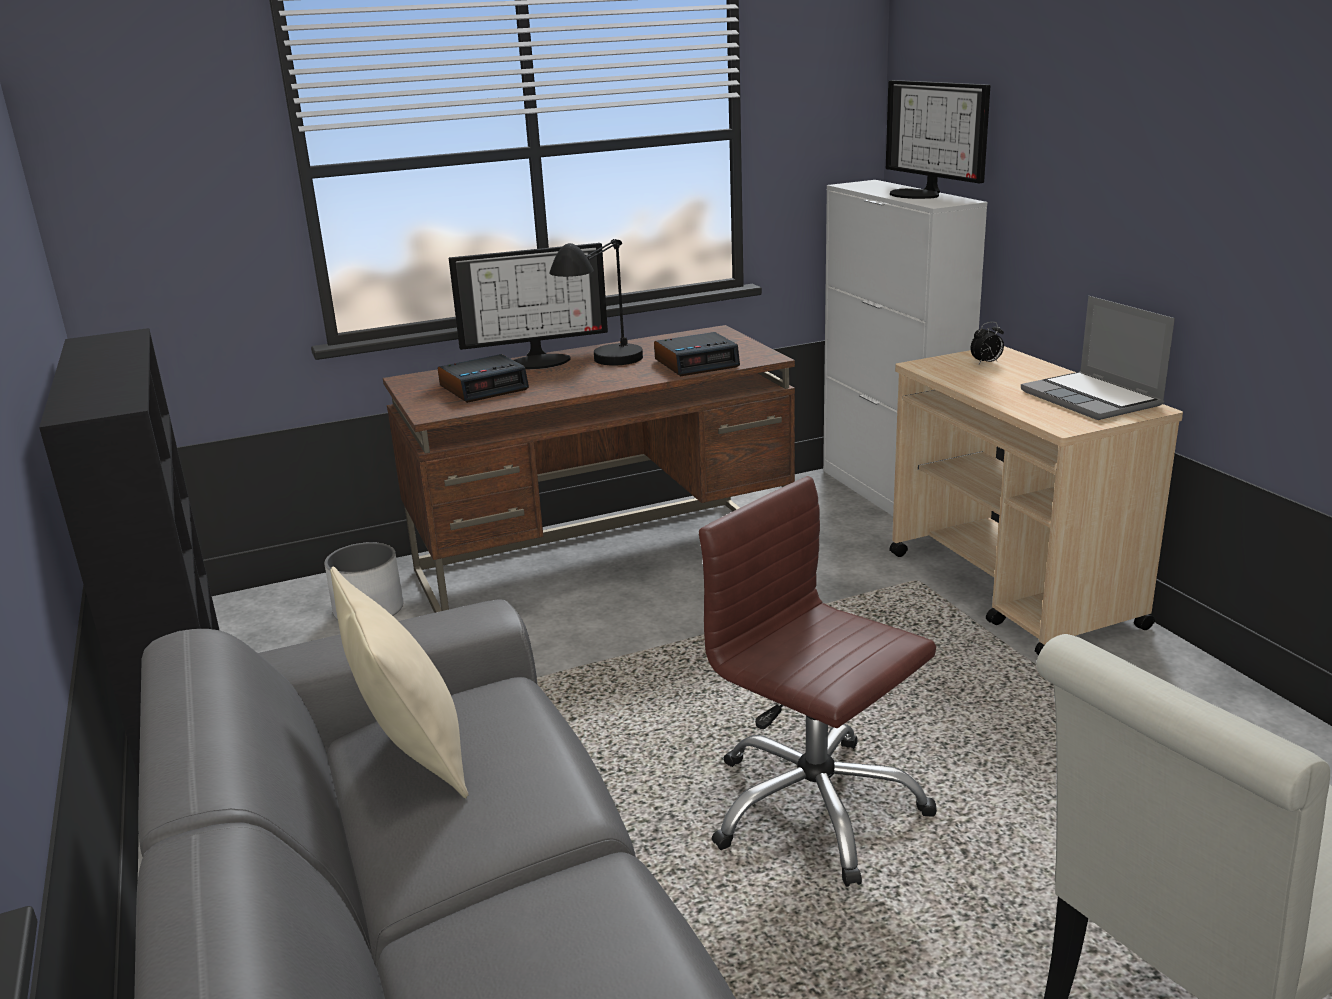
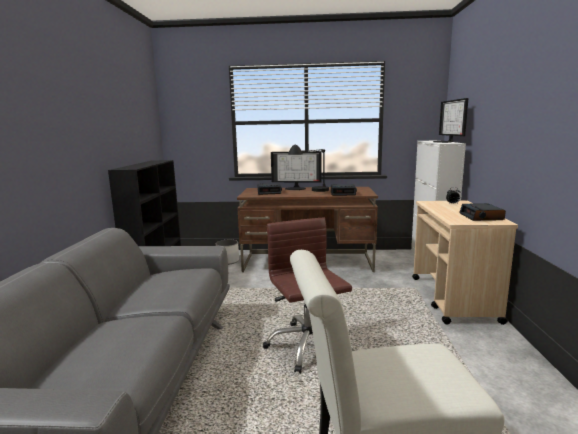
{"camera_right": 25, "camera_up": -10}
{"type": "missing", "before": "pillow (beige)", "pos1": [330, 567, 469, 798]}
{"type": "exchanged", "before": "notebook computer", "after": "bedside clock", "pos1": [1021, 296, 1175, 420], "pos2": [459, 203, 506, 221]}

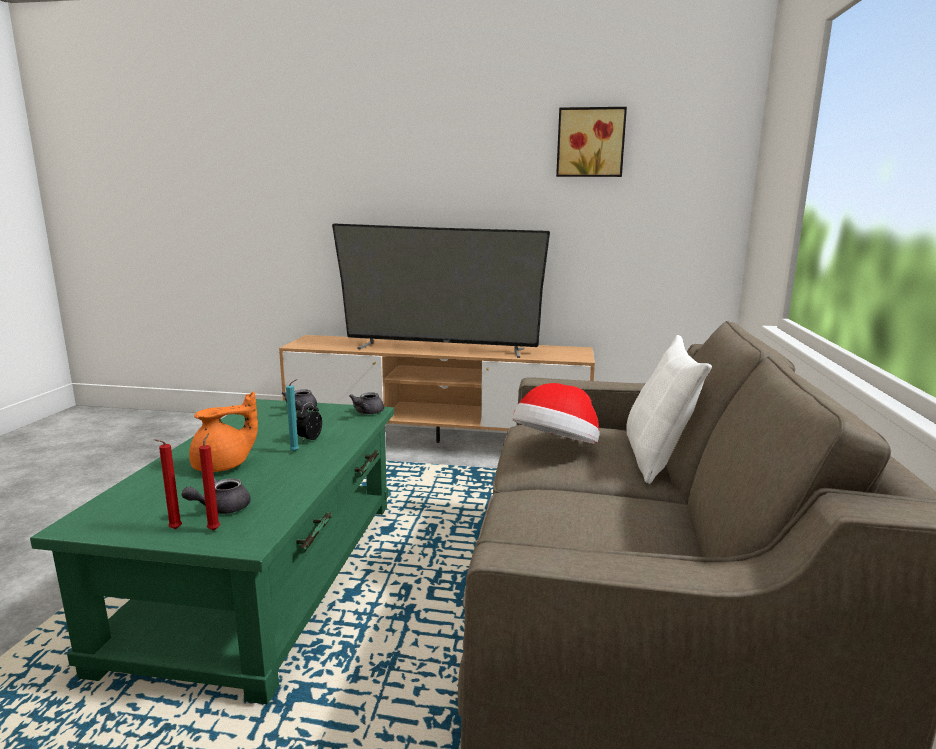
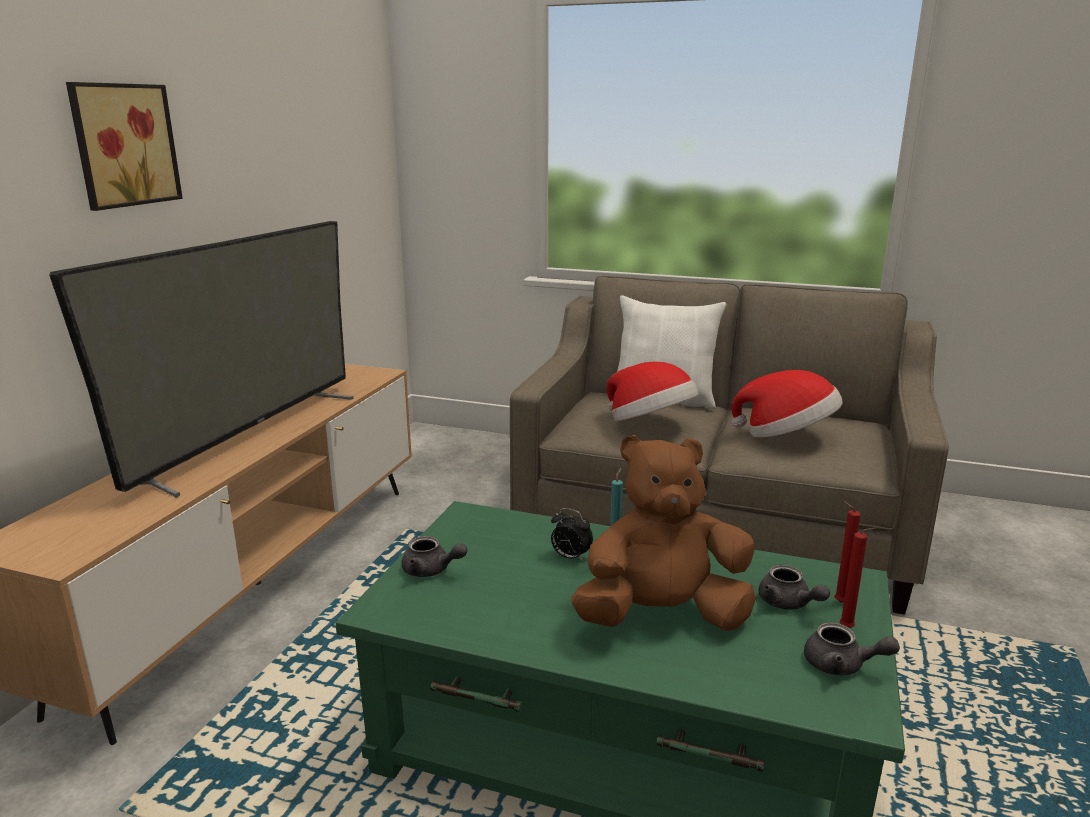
{"camera_right": -80, "camera_up": 5}
{"type": "appeared", "after": "wearable hat", "pos2": [731, 370, 843, 437]}
{"type": "relocated", "before": "tea pot (gray)", "pos1": [349, 392, 384, 414], "pos2": [804, 622, 900, 675]}
{"type": "relocated", "before": "wall art", "pos1": [556, 107, 627, 177], "pos2": [66, 82, 183, 211]}
{"type": "exchanged", "before": "tea pot (orangey)", "after": "plush toy (brown)", "pos1": [189, 392, 258, 472], "pos2": [571, 435, 756, 631]}

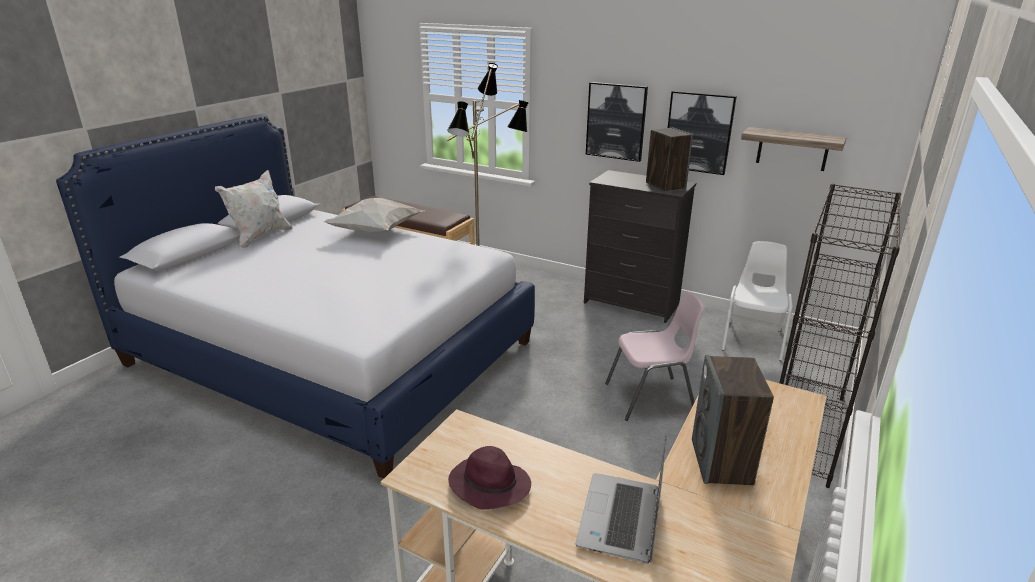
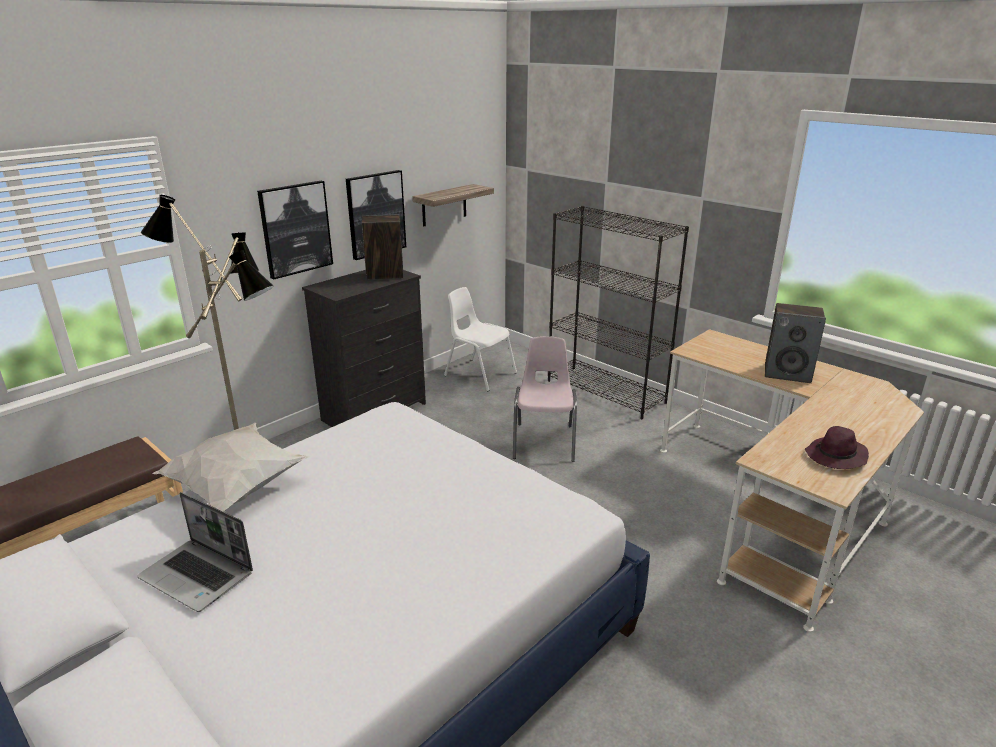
{"camera_right": -75, "camera_up": 0}
{"type": "missing", "before": "pillow (white)", "pos1": [215, 170, 293, 248]}
{"type": "relocated", "before": "notebook computer", "pos1": [576, 436, 667, 564], "pos2": [137, 492, 253, 612]}

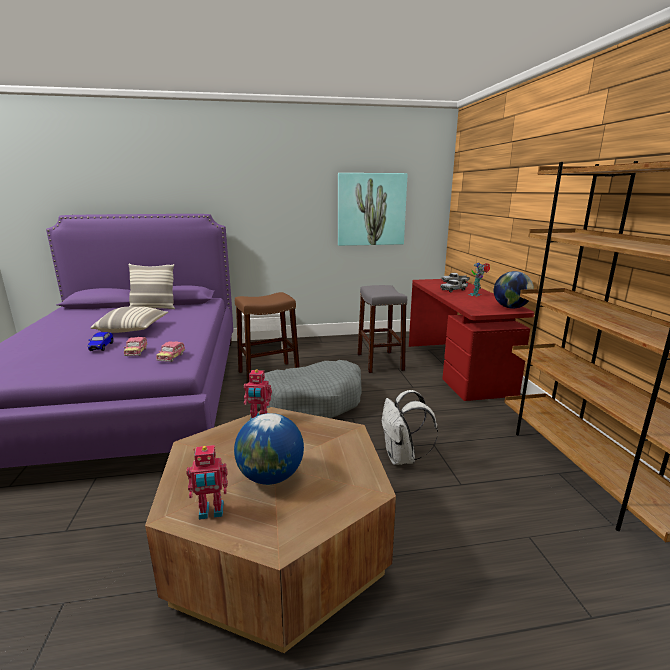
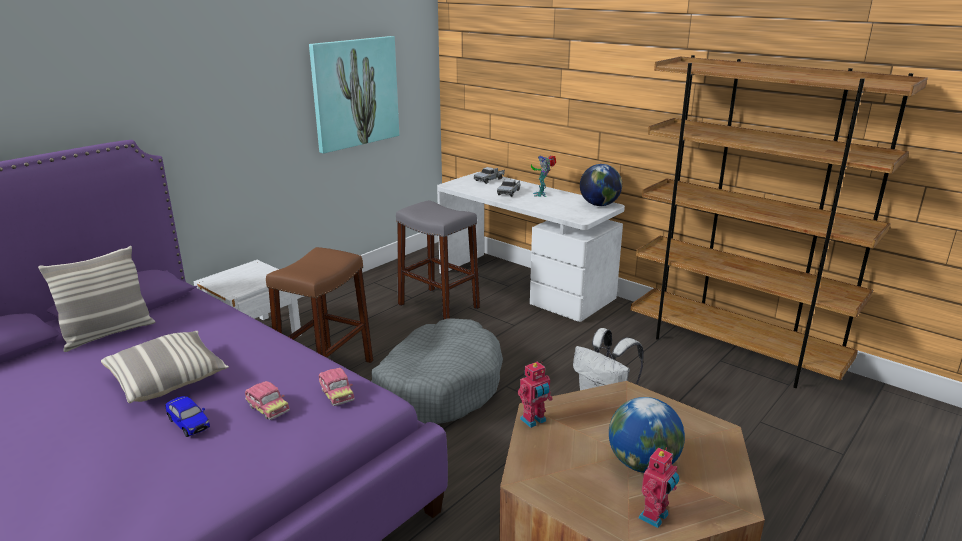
{"camera_right": -40, "camera_up": 5}
{"type": "colour", "before": "desk table (red-coloured)", "after": "desk table (white)", "pos1": [409, 279, 534, 401], "pos2": [437, 172, 625, 322]}

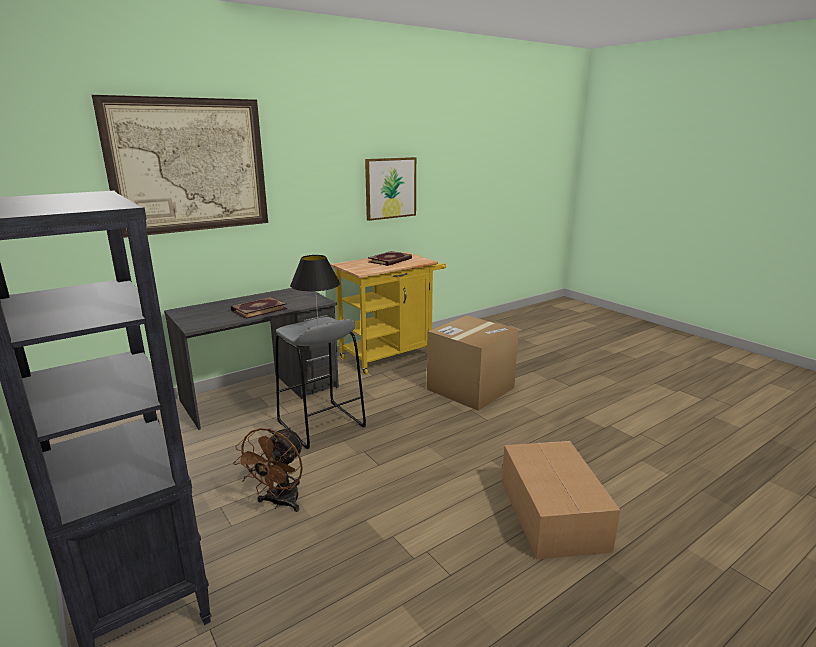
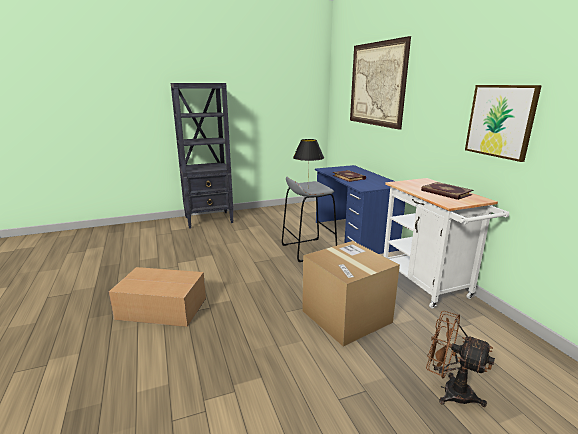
{"camera_right": 105, "camera_up": 0}
{"type": "relocated", "before": "fan (brown)", "pos1": [233, 427, 304, 512], "pos2": [426, 311, 495, 407]}
{"type": "colour", "before": "desk table (gray)", "after": "desk table (bluish)", "pos1": [164, 288, 339, 430], "pos2": [315, 165, 405, 254]}
{"type": "colour", "before": "trolley (yellow-coloured)", "after": "trolley (white)", "pos1": [331, 252, 446, 375], "pos2": [384, 178, 509, 308]}

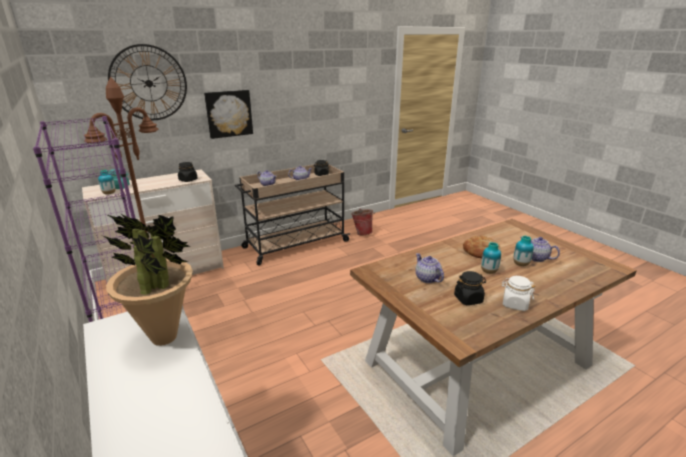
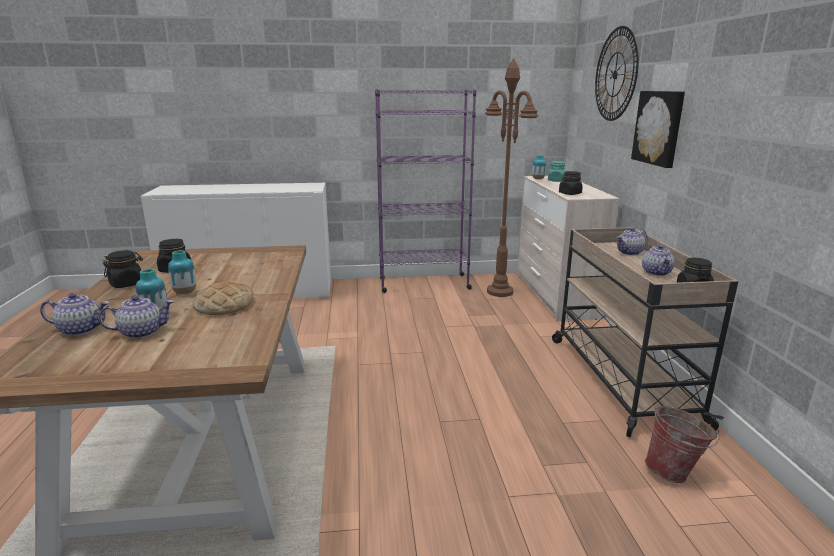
{"camera_right": 115, "camera_up": -5}
{"type": "missing", "before": "plant in a pot", "pos1": [103, 213, 193, 346]}
{"type": "relocated", "before": "tea pot", "pos1": [416, 253, 444, 283], "pos2": [40, 293, 110, 336]}
{"type": "colour", "before": "storage jar (white)", "after": "storage jar (black)", "pos1": [502, 276, 535, 311], "pos2": [103, 250, 143, 288]}

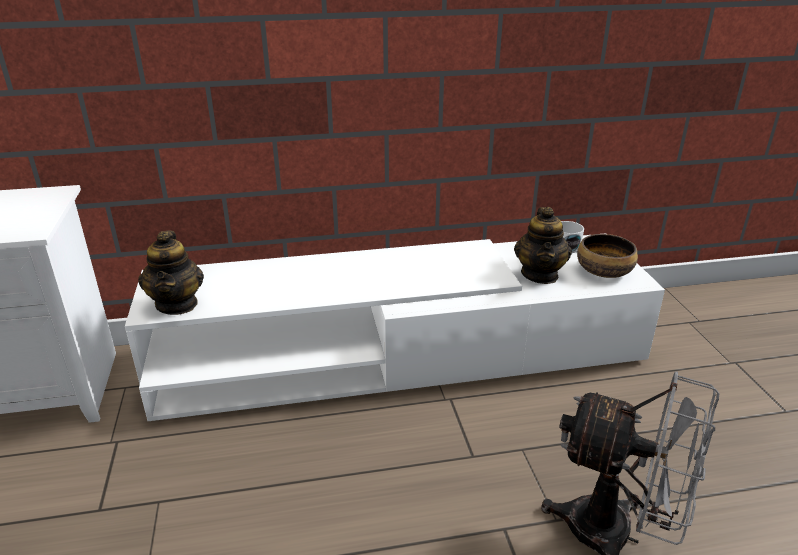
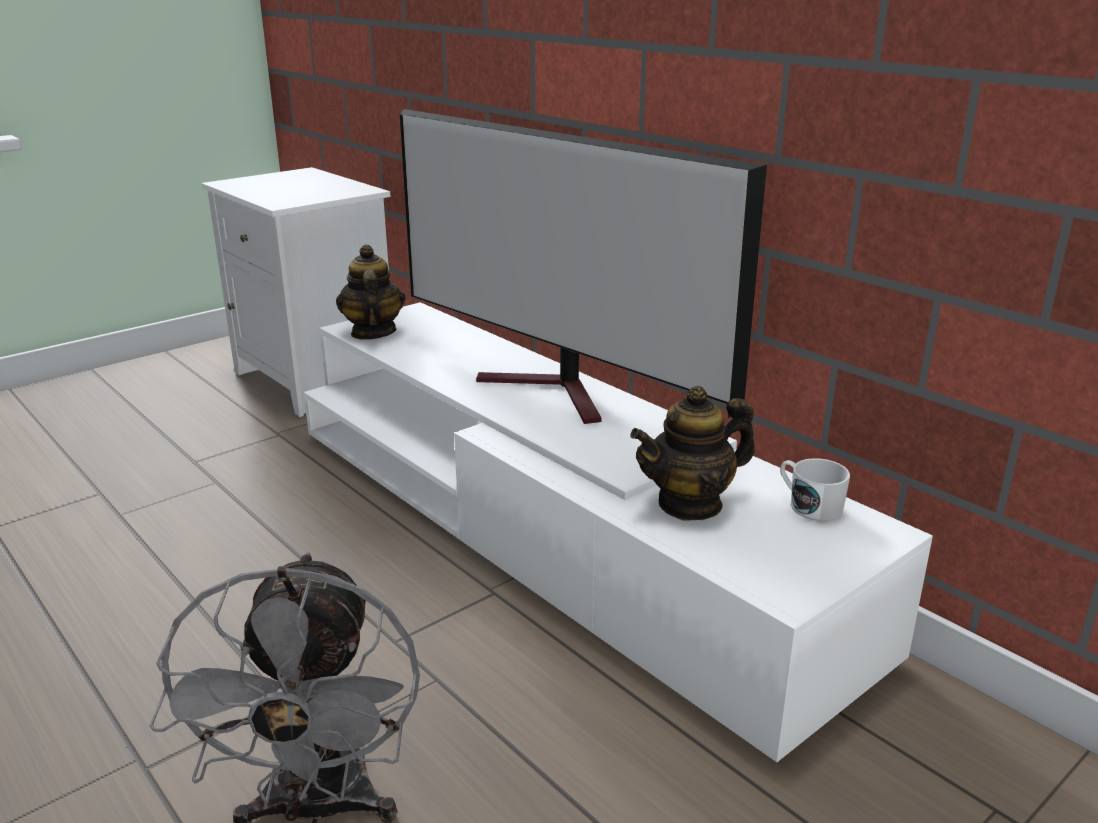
{"camera_right": 60, "camera_up": -5}
{"type": "missing", "before": "serving bowl", "pos1": [577, 234, 638, 278]}
{"type": "appeared", "after": "TV", "pos2": [400, 109, 767, 424]}
{"type": "spun", "before": "tea pot", "pos1": [138, 231, 204, 315], "pos2": [336, 244, 406, 340], "turn": 120}

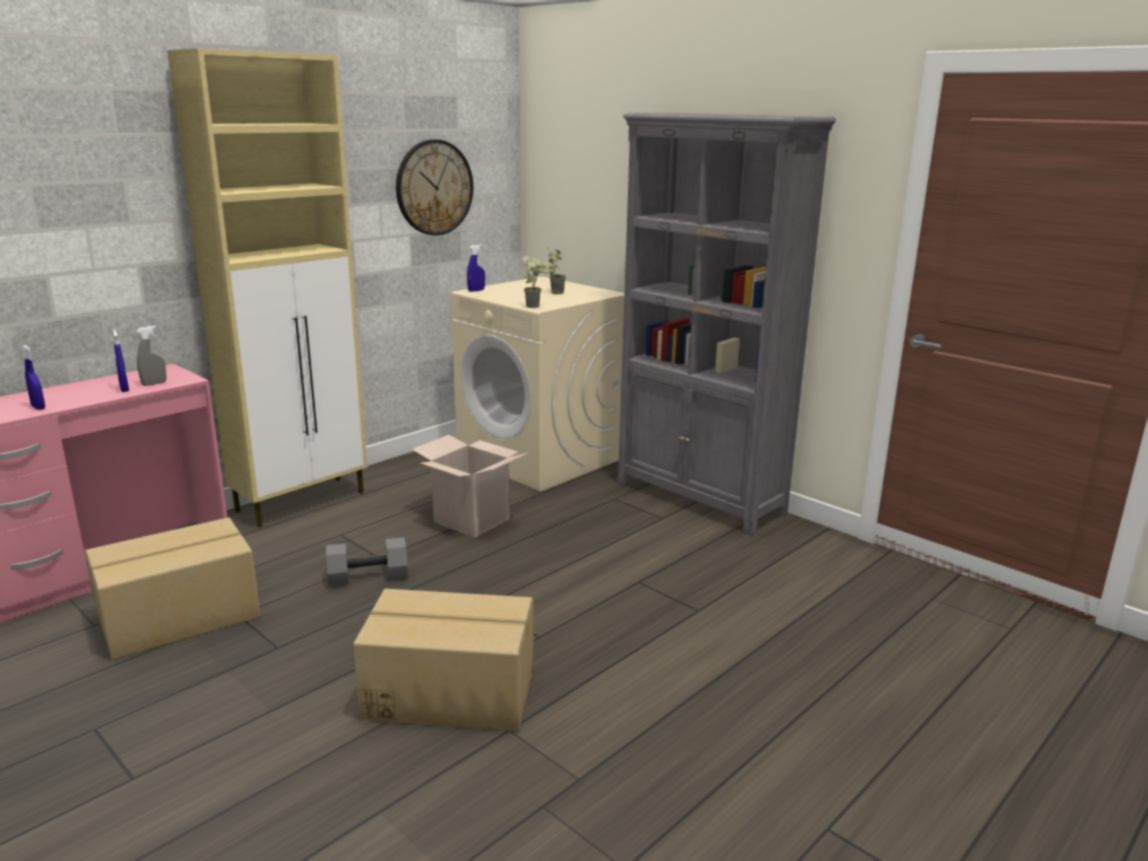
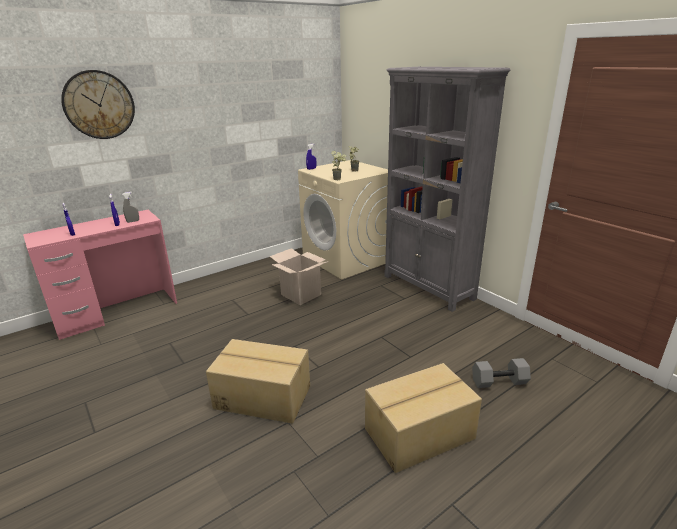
{"camera_right": 10, "camera_up": 5}
{"type": "missing", "before": "cupboard (beige)", "pos1": [167, 48, 367, 528]}
{"type": "relocated", "before": "cardboard box", "pos1": [85, 517, 261, 660], "pos2": [365, 363, 482, 473]}
{"type": "relocated", "before": "dumbbell (gray)", "pos1": [326, 537, 408, 586], "pos2": [472, 358, 531, 388]}
{"type": "relocated", "before": "wall clock", "pos1": [396, 139, 473, 235], "pos2": [61, 70, 135, 139]}

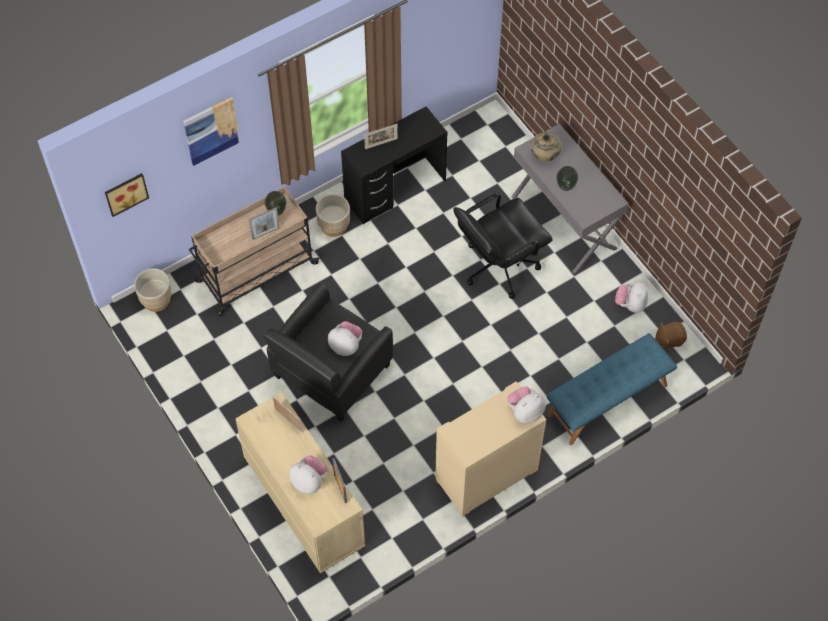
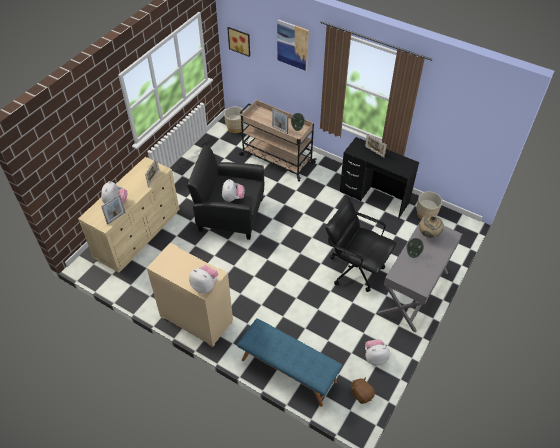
{"camera_right": 65, "camera_up": -10}
{"type": "relocated", "before": "planter (beige)", "pos1": [316, 194, 350, 237], "pos2": [416, 191, 442, 219]}

